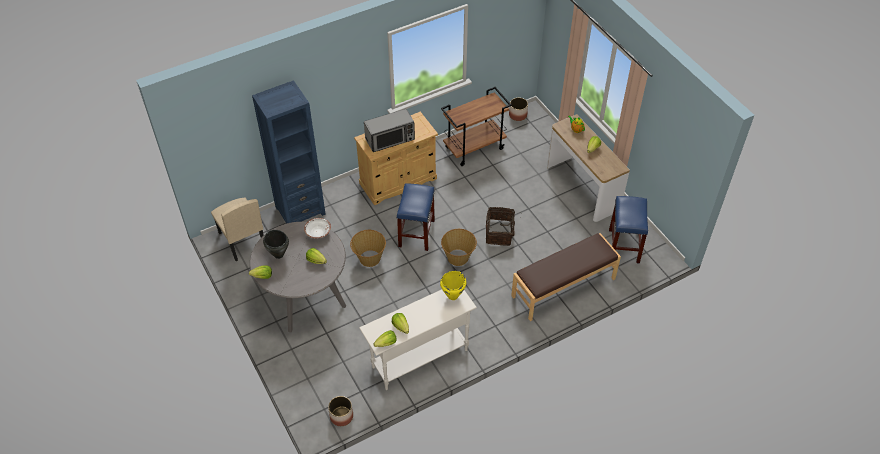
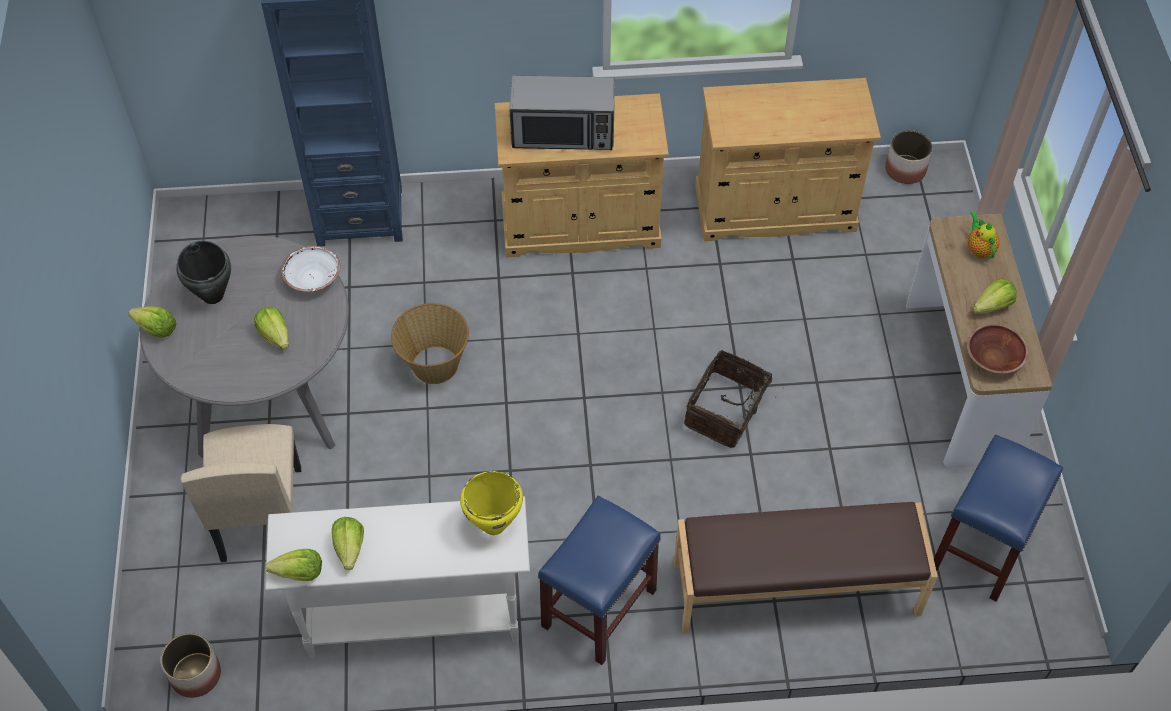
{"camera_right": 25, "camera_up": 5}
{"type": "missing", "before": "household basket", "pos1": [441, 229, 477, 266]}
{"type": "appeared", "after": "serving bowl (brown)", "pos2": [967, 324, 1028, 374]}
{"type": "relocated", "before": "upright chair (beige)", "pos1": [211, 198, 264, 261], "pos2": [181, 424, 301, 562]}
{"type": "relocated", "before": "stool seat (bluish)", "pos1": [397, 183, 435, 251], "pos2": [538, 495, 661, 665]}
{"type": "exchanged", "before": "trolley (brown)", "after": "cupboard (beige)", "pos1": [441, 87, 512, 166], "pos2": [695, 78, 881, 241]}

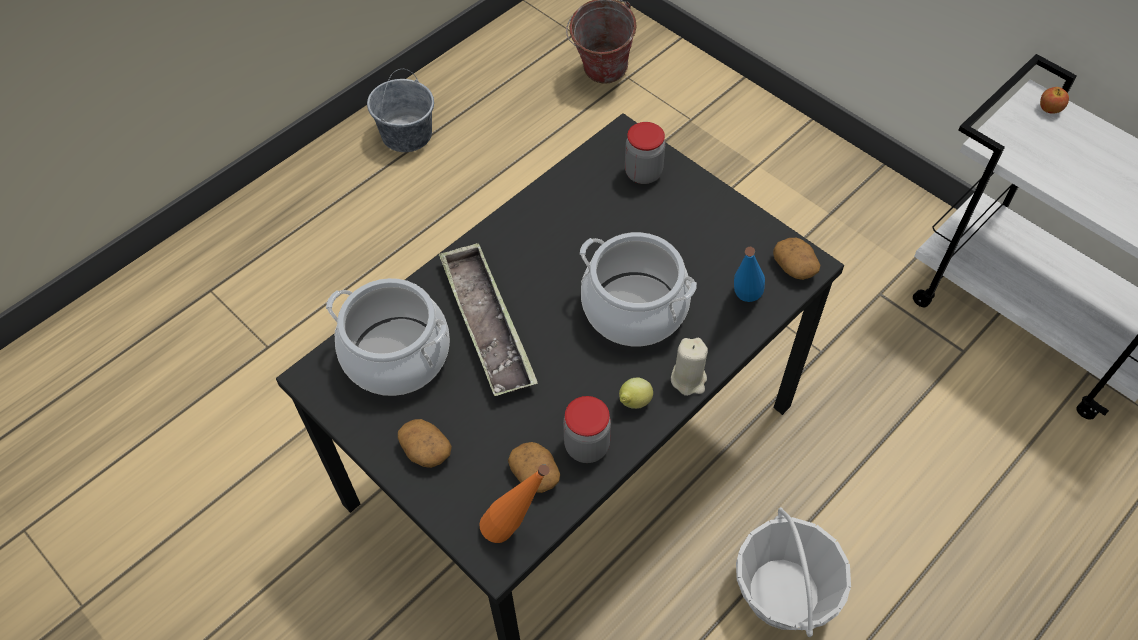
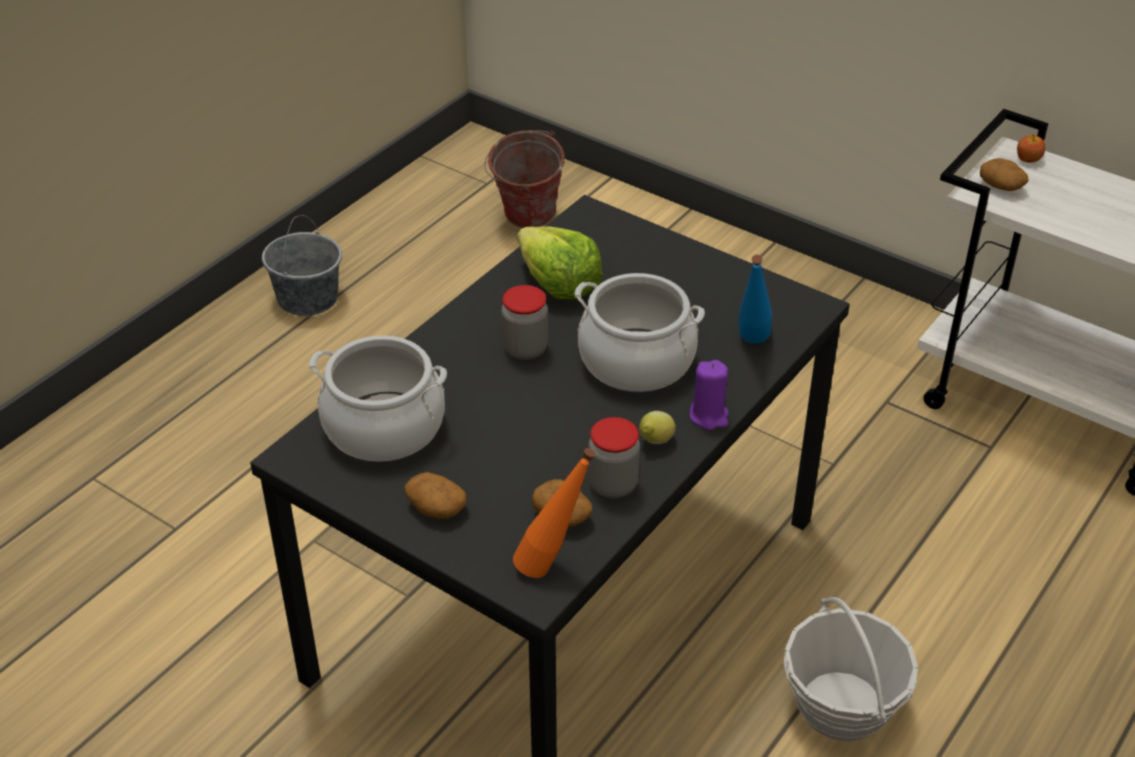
{"camera_right": -10, "camera_up": -15}
{"type": "missing", "before": "tray", "pos1": [439, 243, 538, 396]}
{"type": "appeared", "after": "head of lettuce", "pos2": [517, 226, 603, 299]}
{"type": "relocated", "before": "storage jar", "pos1": [625, 122, 665, 184], "pos2": [501, 285, 548, 360]}
{"type": "relocated", "before": "spud", "pos1": [773, 238, 820, 280], "pos2": [980, 158, 1029, 191]}
{"type": "colour", "before": "wax light (beige)", "after": "wax light (purplish)", "pos1": [671, 338, 708, 396], "pos2": [690, 360, 729, 430]}

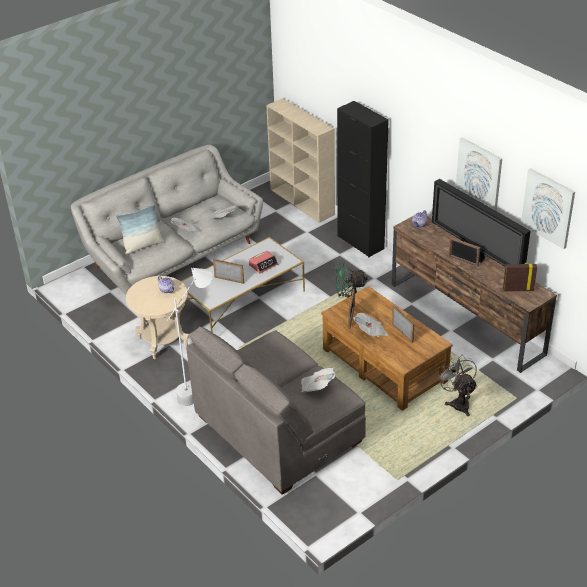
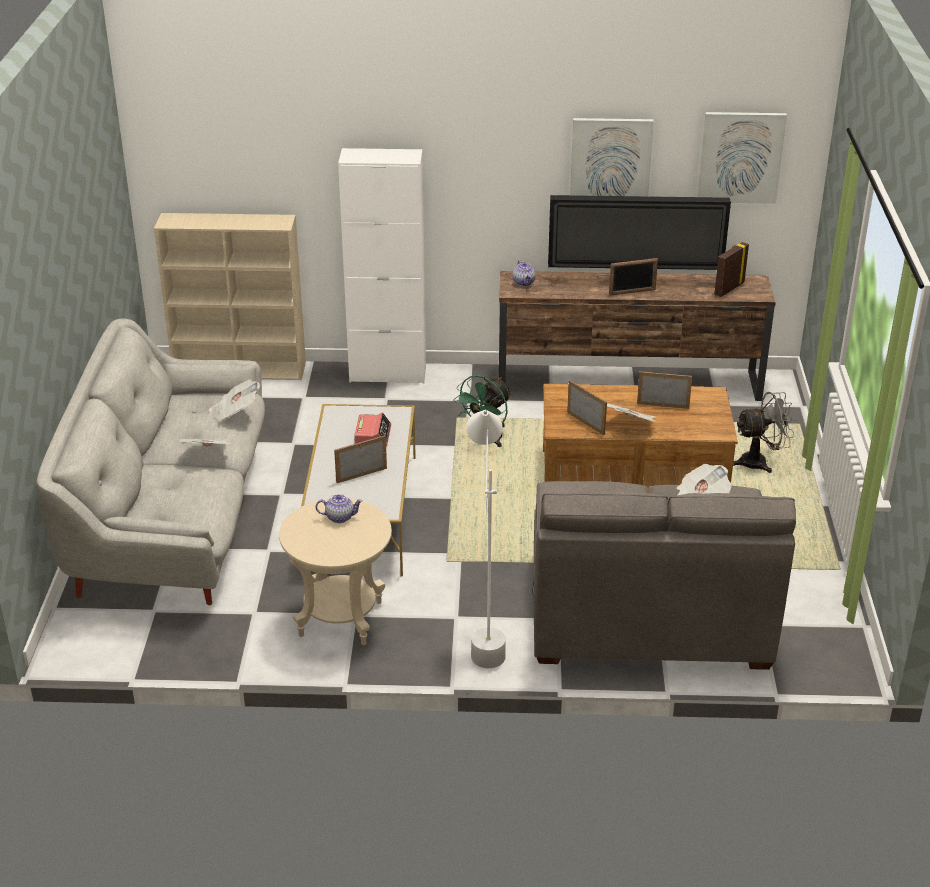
{"camera_right": -50, "camera_up": -5}
{"type": "missing", "before": "pillow", "pos1": [116, 204, 164, 255]}
{"type": "colour", "before": "cupboard (black)", "after": "cupboard (white)", "pos1": [337, 101, 389, 257], "pos2": [338, 148, 426, 384]}
{"type": "spun", "before": "fan (gray)", "pos1": [437, 355, 477, 416], "pos2": [733, 392, 795, 473], "turn": 150}

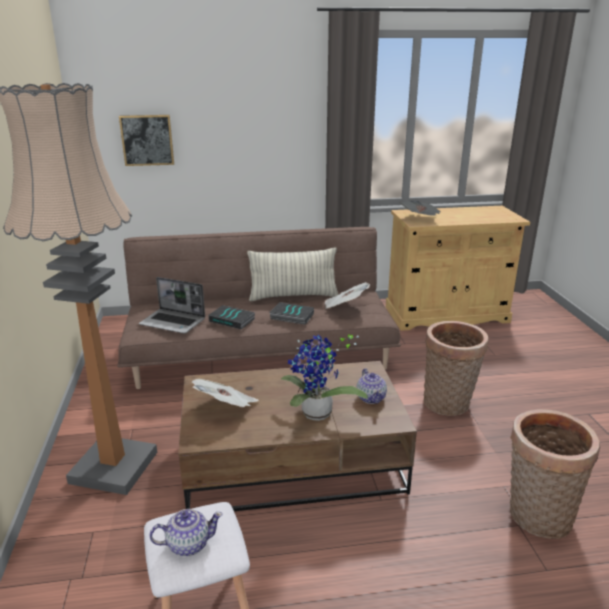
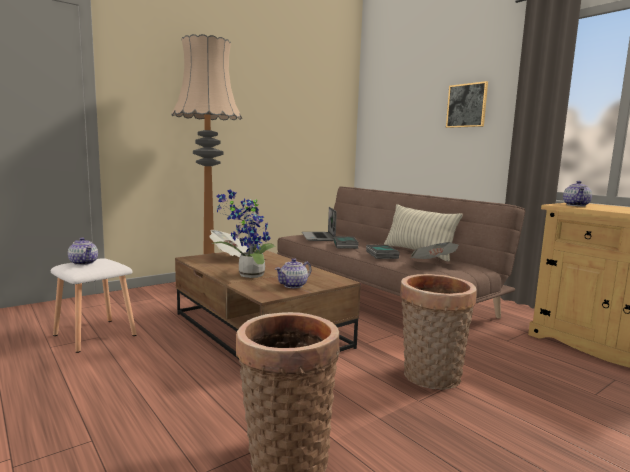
{"camera_right": 60, "camera_up": -15}
{"type": "relocated", "before": "wall art", "pos1": [119, 115, 174, 166], "pos2": [446, 81, 488, 128]}
{"type": "exchanged", "before": "newspaper", "after": "tea pot", "pos1": [399, 201, 441, 216], "pos2": [563, 181, 592, 207]}

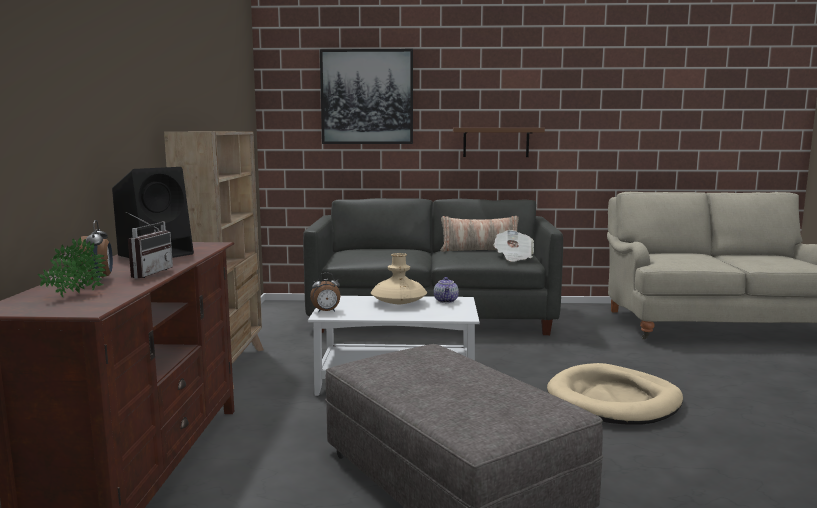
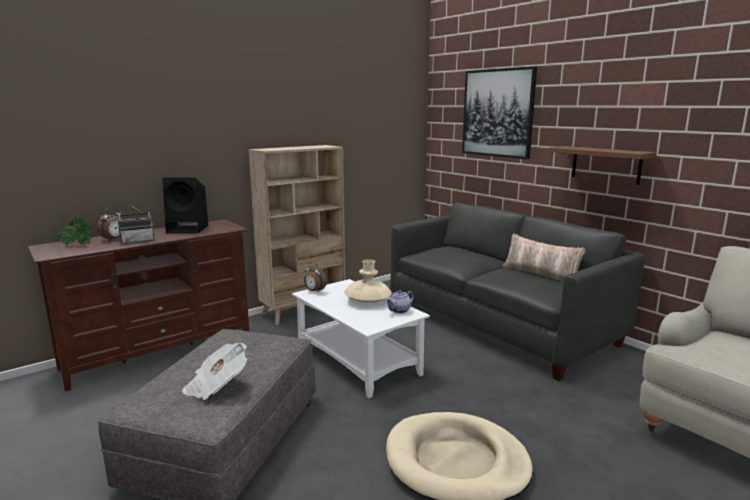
{"camera_right": 50, "camera_up": 5}
{"type": "relocated", "before": "newspaper", "pos1": [493, 230, 534, 262], "pos2": [182, 343, 247, 400]}

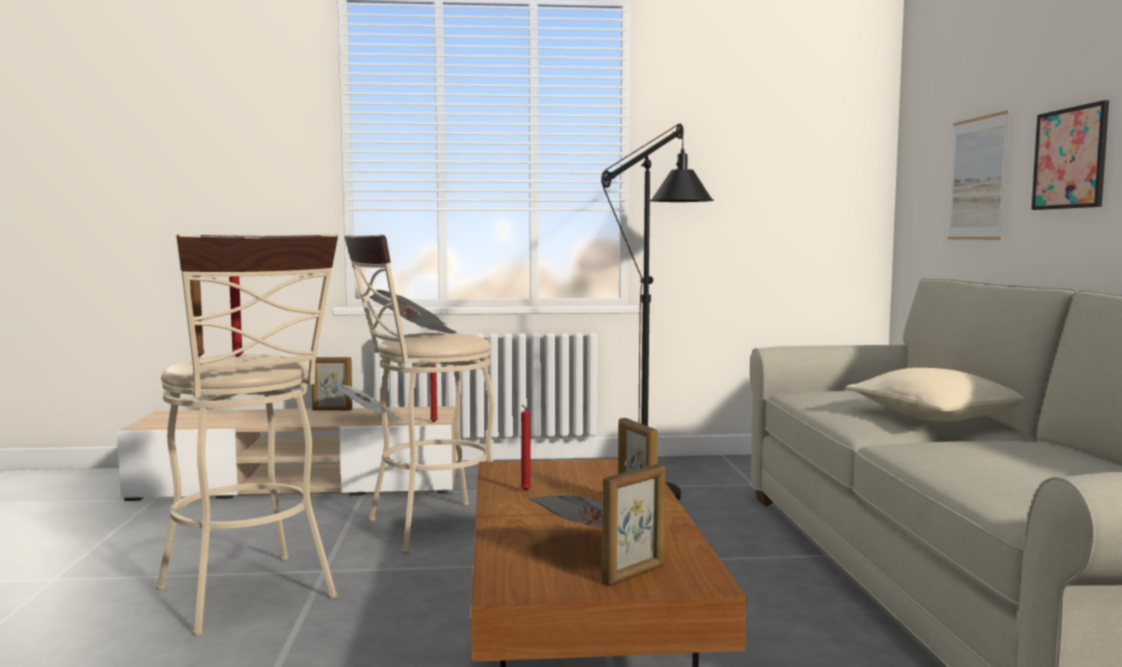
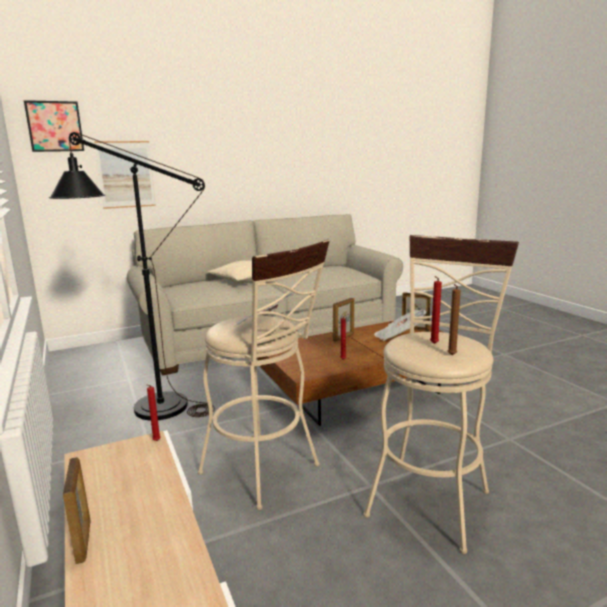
{"camera_right": -110, "camera_up": 10}
{"type": "missing", "before": "newspaper", "pos1": [329, 381, 403, 420]}
{"type": "relocated", "before": "wall art", "pos1": [1032, 100, 1109, 210], "pos2": [24, 100, 84, 152]}

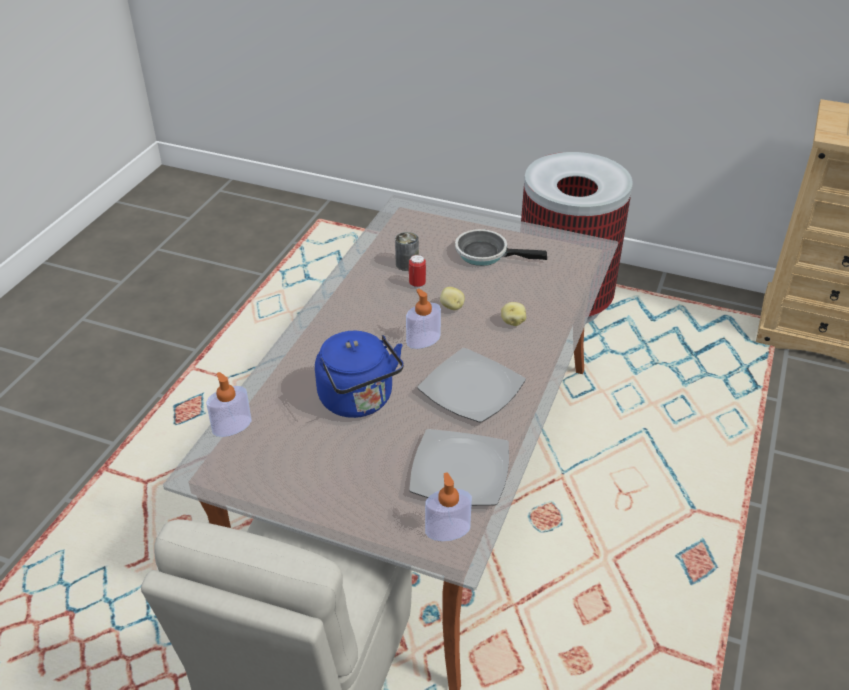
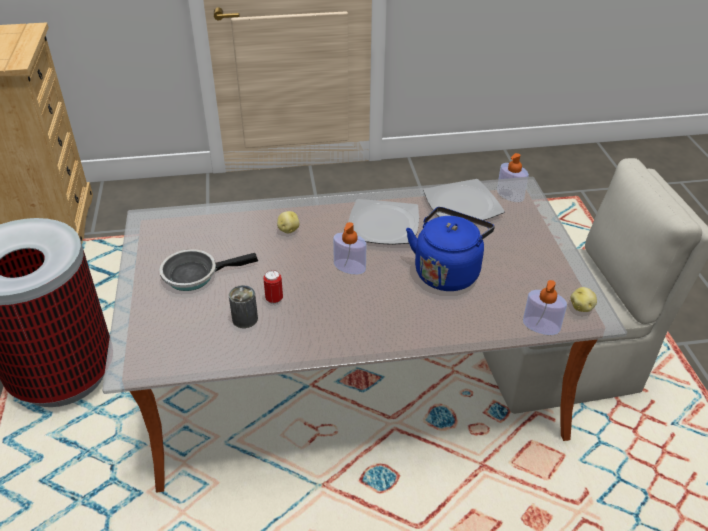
{"camera_right": -120, "camera_up": 0}
{"type": "relocated", "before": "spud", "pos1": [440, 287, 465, 310], "pos2": [570, 287, 597, 312]}
{"type": "spun", "before": "skillet", "pos1": [455, 229, 547, 266], "pos2": [160, 249, 258, 291], "turn": 90}

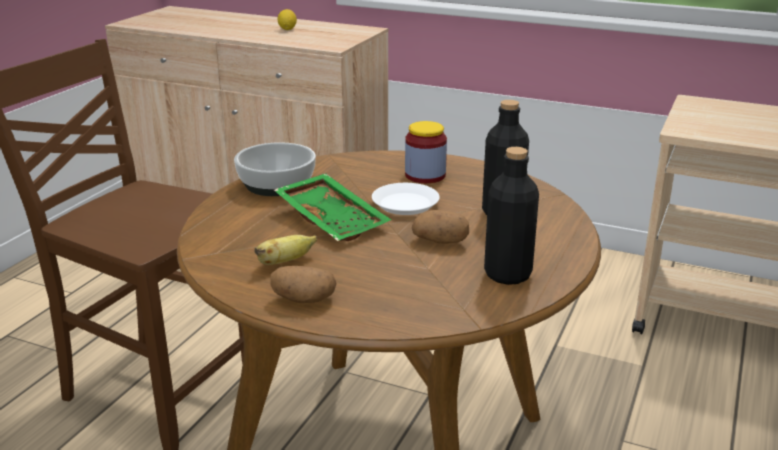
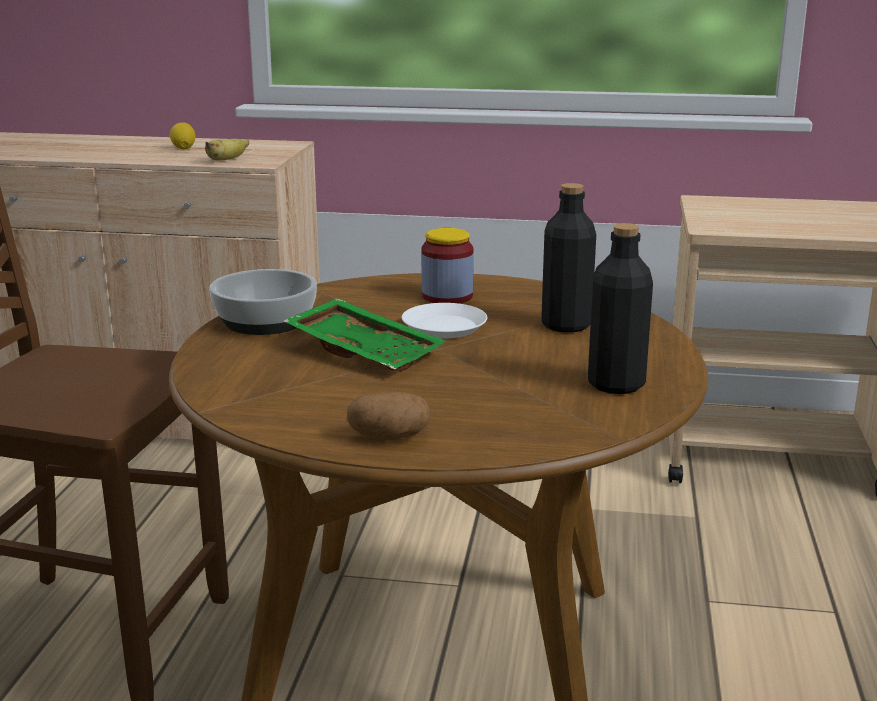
{"camera_right": -15, "camera_up": -5}
{"type": "missing", "before": "spud", "pos1": [412, 210, 469, 244]}
{"type": "relocated", "before": "whole banana", "pos1": [254, 235, 317, 265], "pos2": [205, 139, 249, 161]}

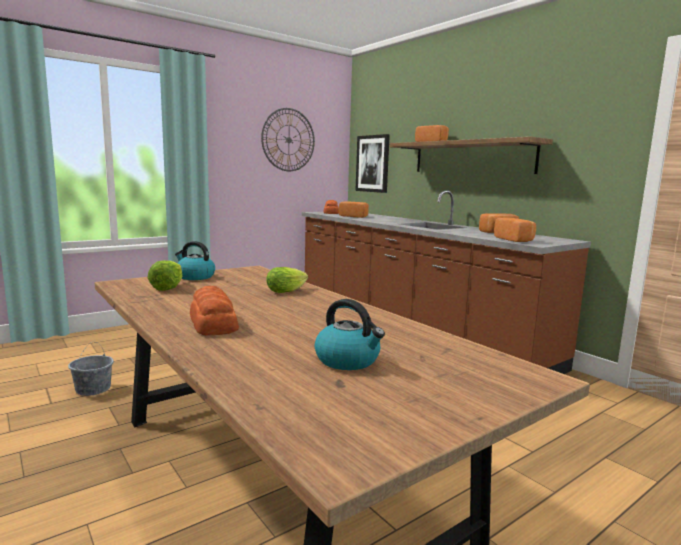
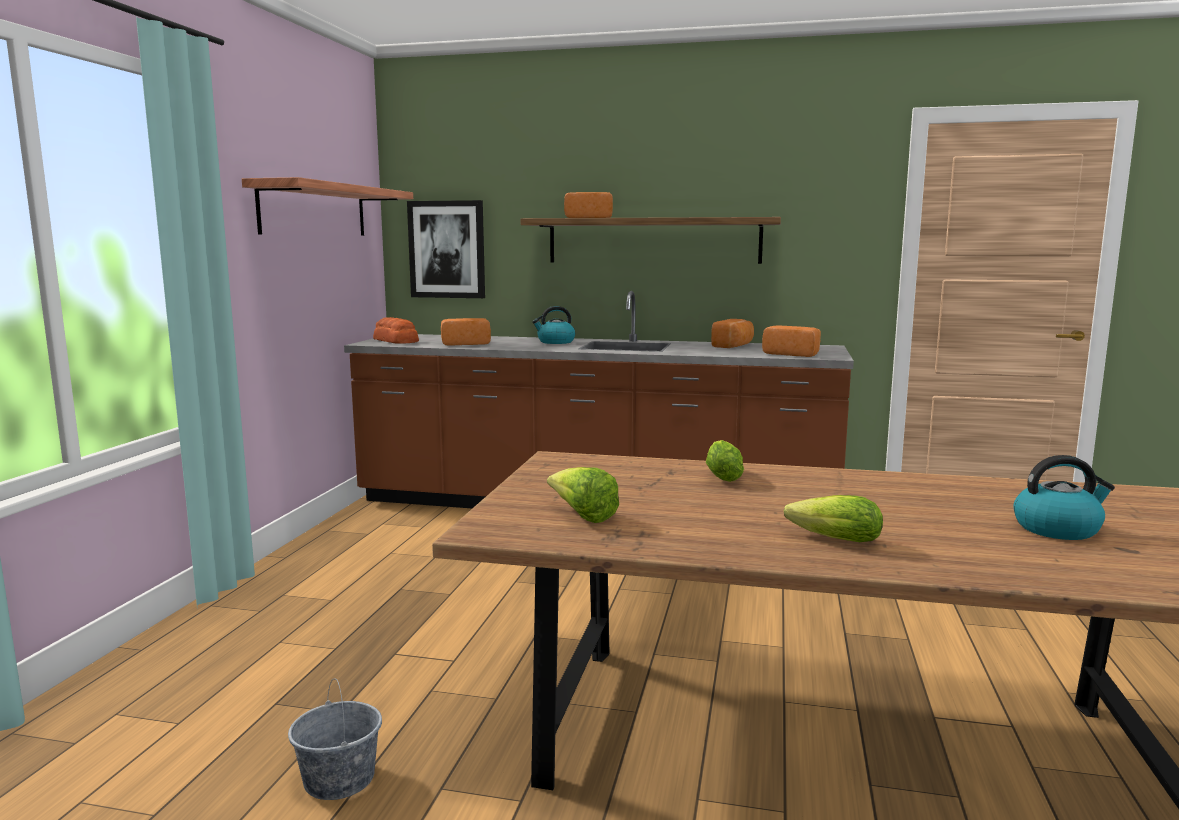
{"camera_right": -40, "camera_up": 0}
{"type": "relocated", "before": "kettle", "pos1": [175, 241, 215, 280], "pos2": [532, 306, 575, 344]}
{"type": "exchanged", "before": "baked bread", "after": "head of lettuce", "pos1": [190, 286, 239, 336], "pos2": [784, 495, 883, 542]}
{"type": "exchanged", "before": "wall clock", "after": "shelf", "pos1": [261, 108, 315, 171], "pos2": [242, 177, 413, 236]}

